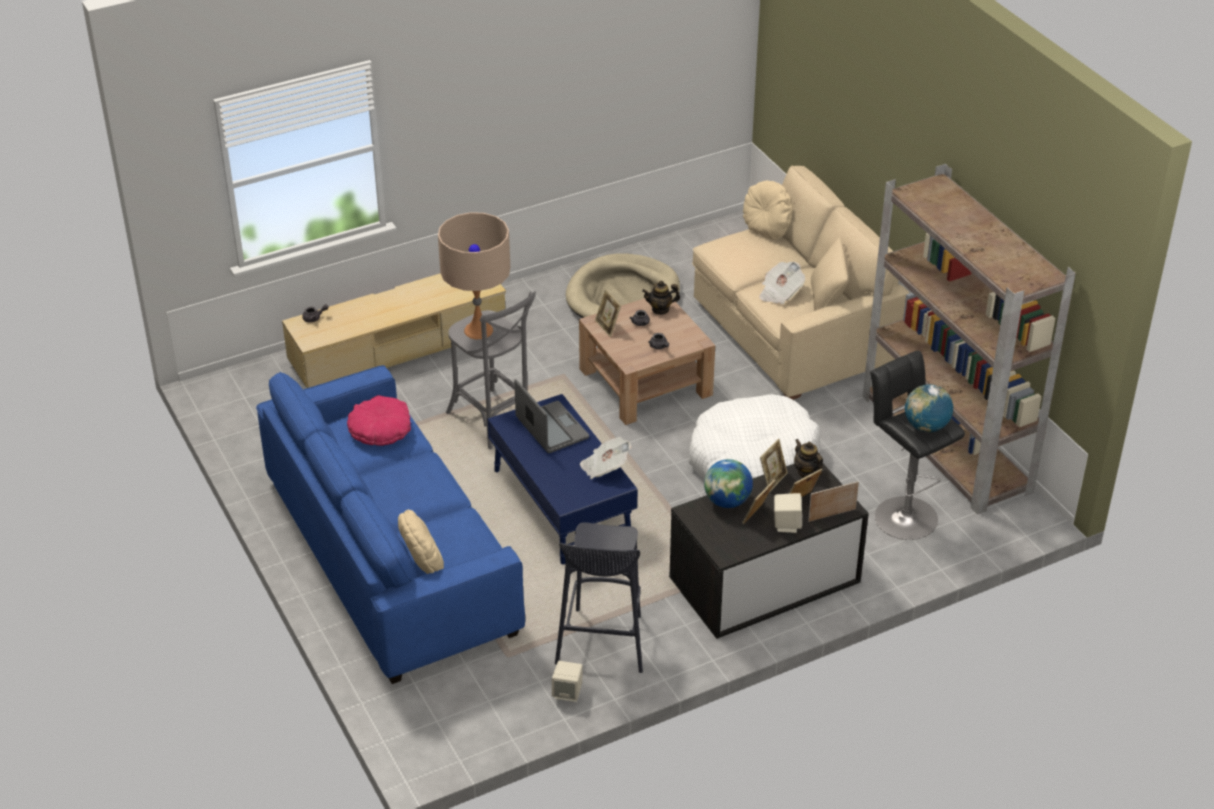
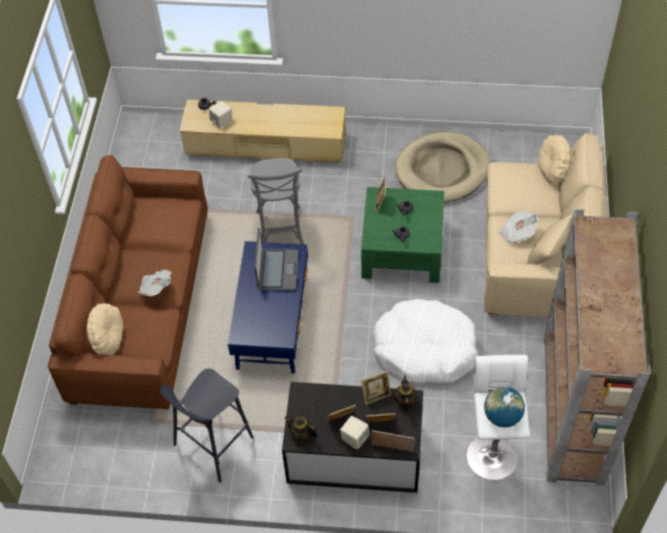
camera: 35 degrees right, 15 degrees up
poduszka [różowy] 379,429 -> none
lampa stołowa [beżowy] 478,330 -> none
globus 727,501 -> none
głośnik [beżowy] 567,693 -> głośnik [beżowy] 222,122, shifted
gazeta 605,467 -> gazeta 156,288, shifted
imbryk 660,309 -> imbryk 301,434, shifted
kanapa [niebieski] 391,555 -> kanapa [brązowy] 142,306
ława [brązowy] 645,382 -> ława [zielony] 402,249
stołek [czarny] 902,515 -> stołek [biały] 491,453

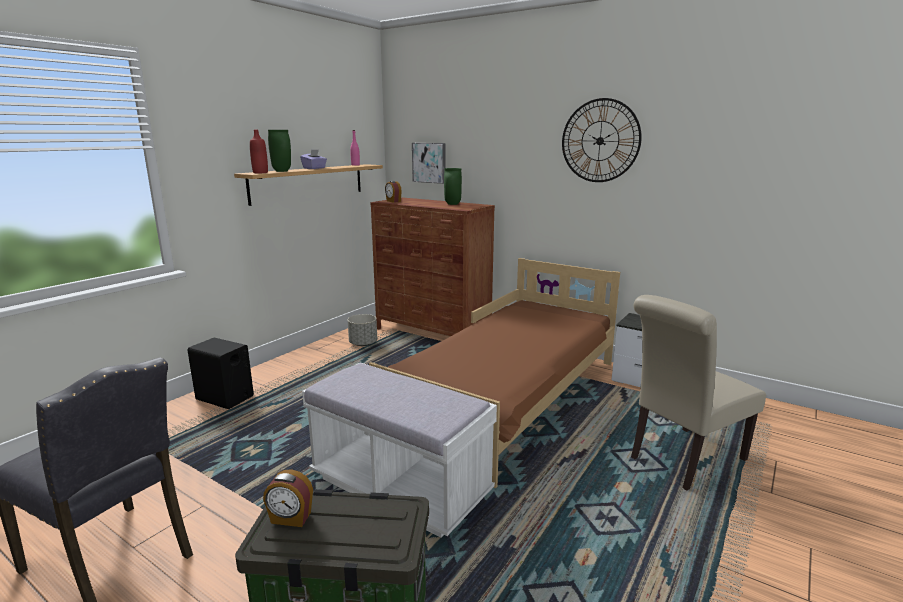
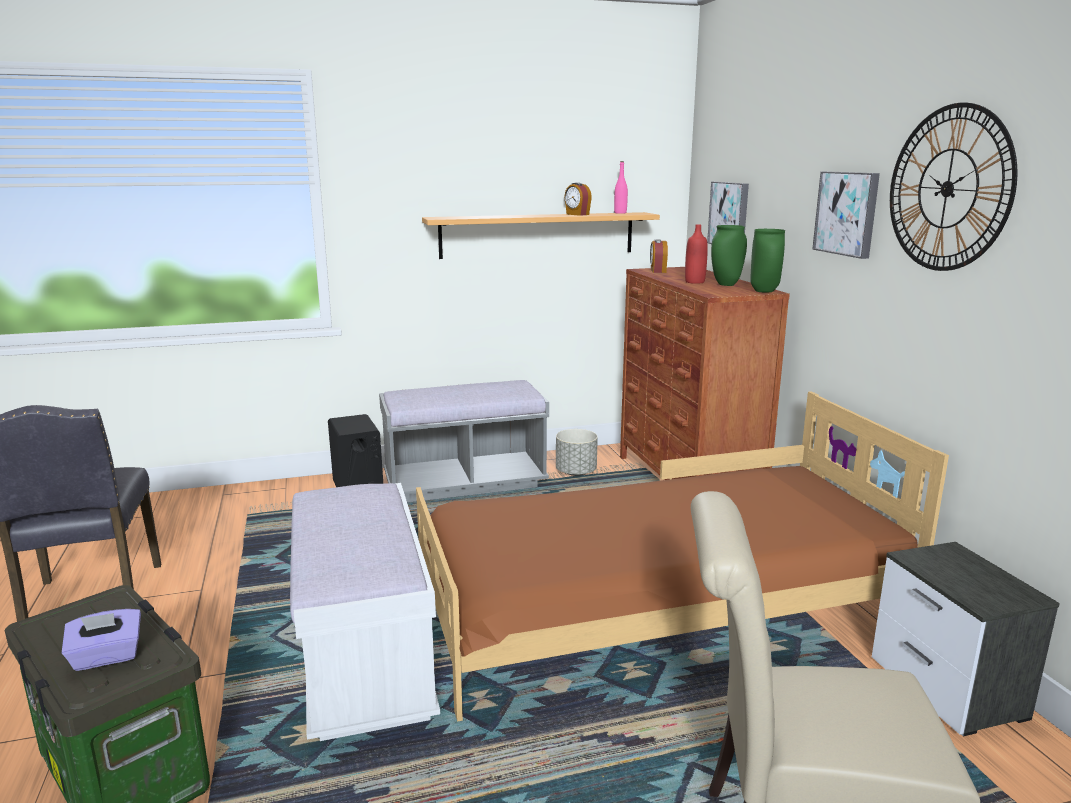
camera: 40 degrees right, 0 degrees up
none -> ławka [szary] 465,483
none -> obraz 847,213
butelka [czerwony] 260,172 -> butelka [czerwony] 694,282, shifted
budzik 290,518 -> budzik 577,214, shifted
wazon [zielony] 281,171 -> wazon [zielony] 763,291, shifted
pudełko chusteczek [fioletowy] 314,168 -> pudełko chusteczek [fioletowy] 107,657, shifted

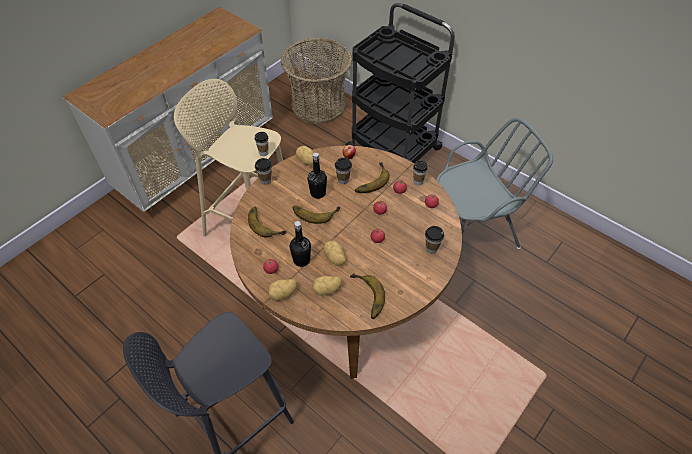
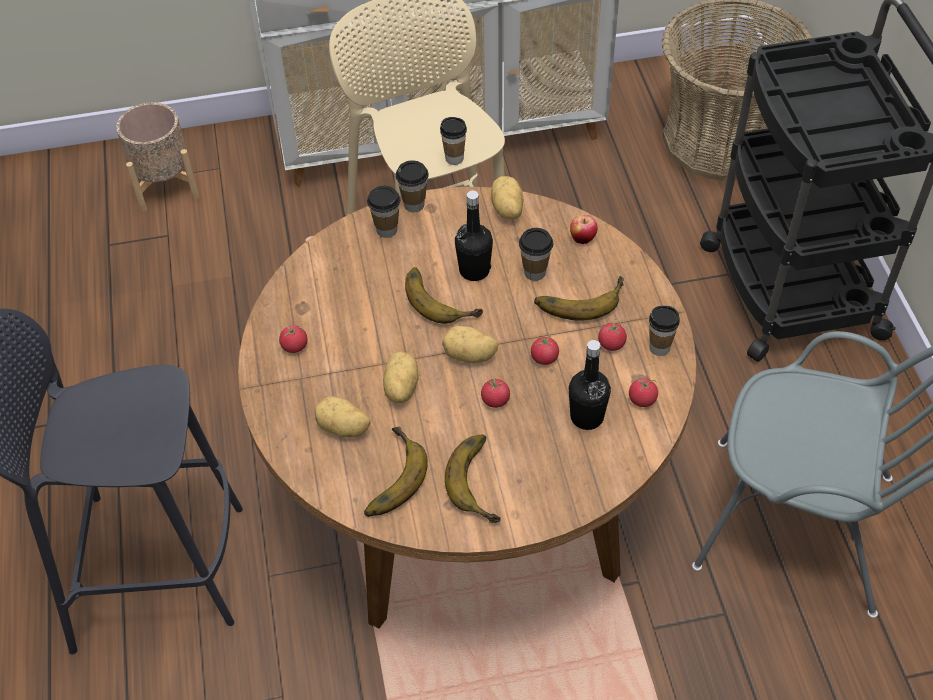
camera: 40 degrees right, 0 degrees up
none -> donica [beżowy] 165,185
banan 267,223 -> banan 483,480, shifted
ziemniak 283,294 -> ziemniak 469,356, shifted
butelka [czarny] 301,260 -> butelka [czarny] 587,417, shifted
filiżanka 431,248 -> filiżanka 386,230, shifted

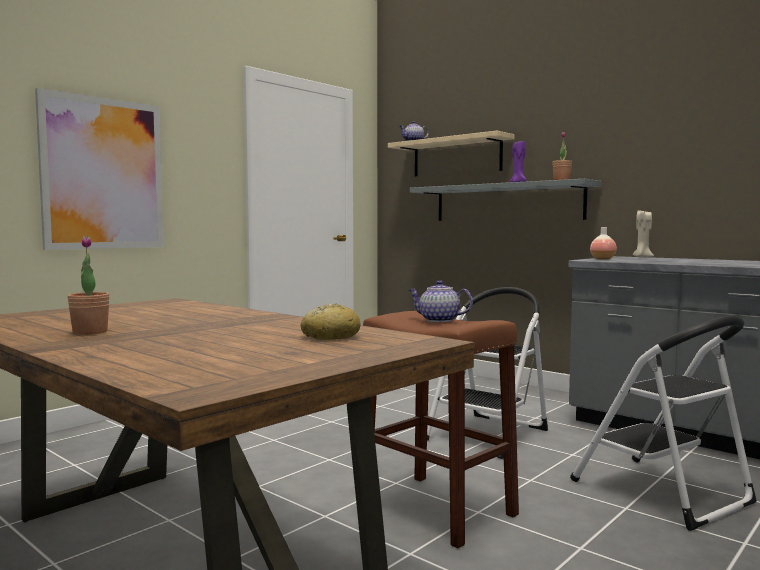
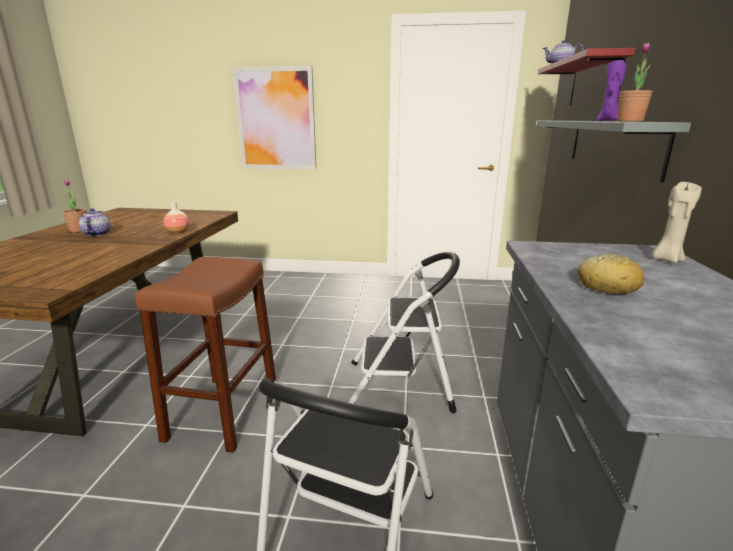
camera: 55 degrees right, 15 degrees up
chleb 330,336 -> chleb 606,286, shifted
imbryk 438,320 -> imbryk 96,234, shifted
wazon 602,259 -> wazon 178,232, shifted
półka [beżowy] 456,157 -> półka [czerwony] 594,81

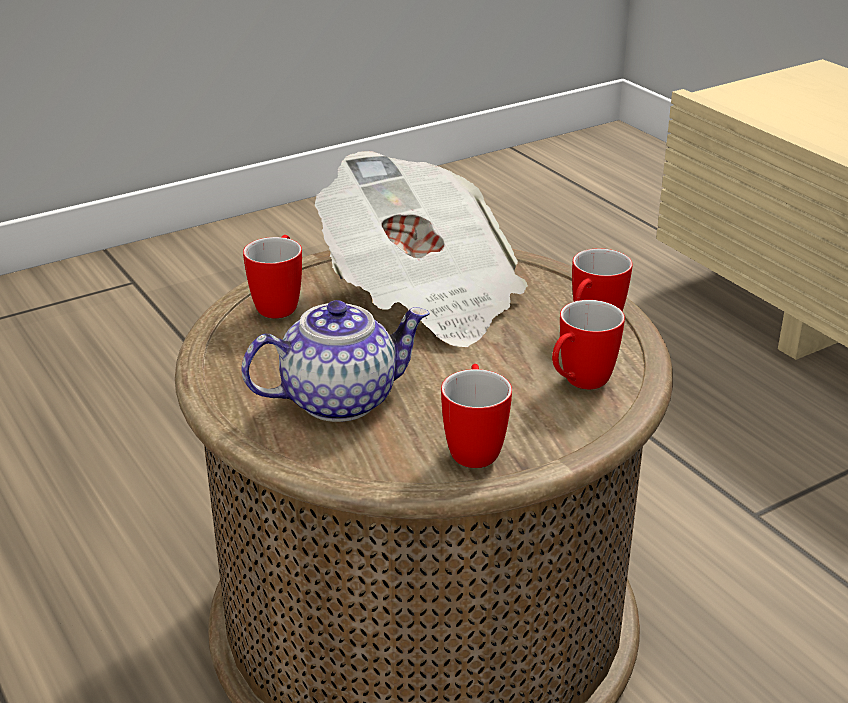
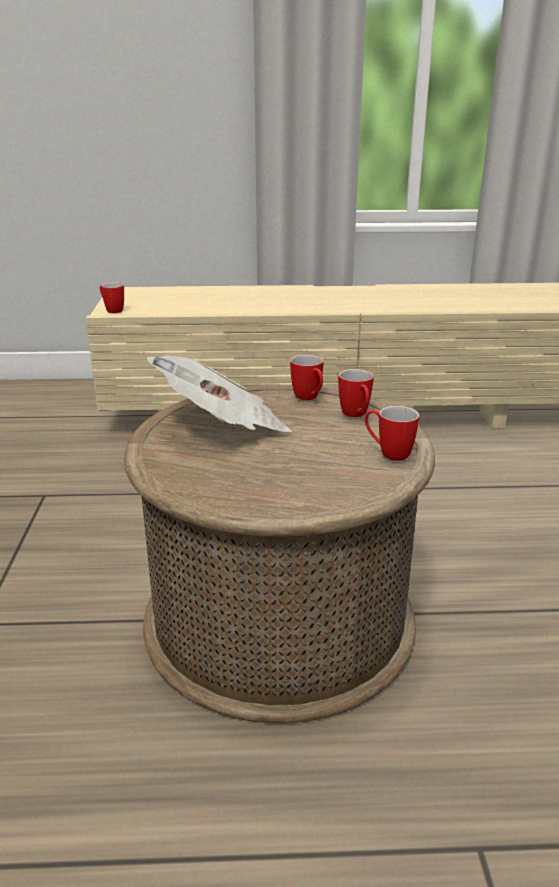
camera: 60 degrees left, 5 degrees down
imbryk 340,399 -> none
kubek 280,303 -> kubek 112,310, shifted

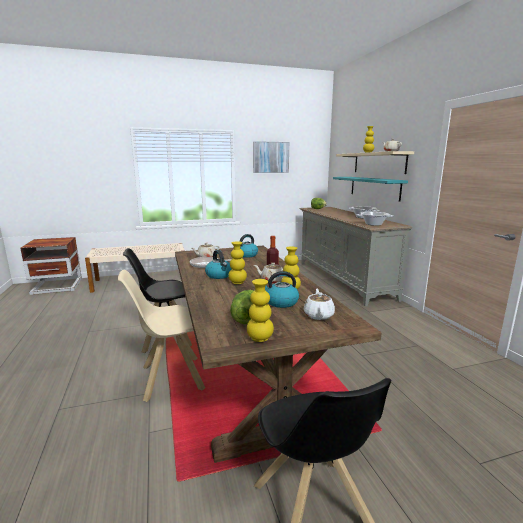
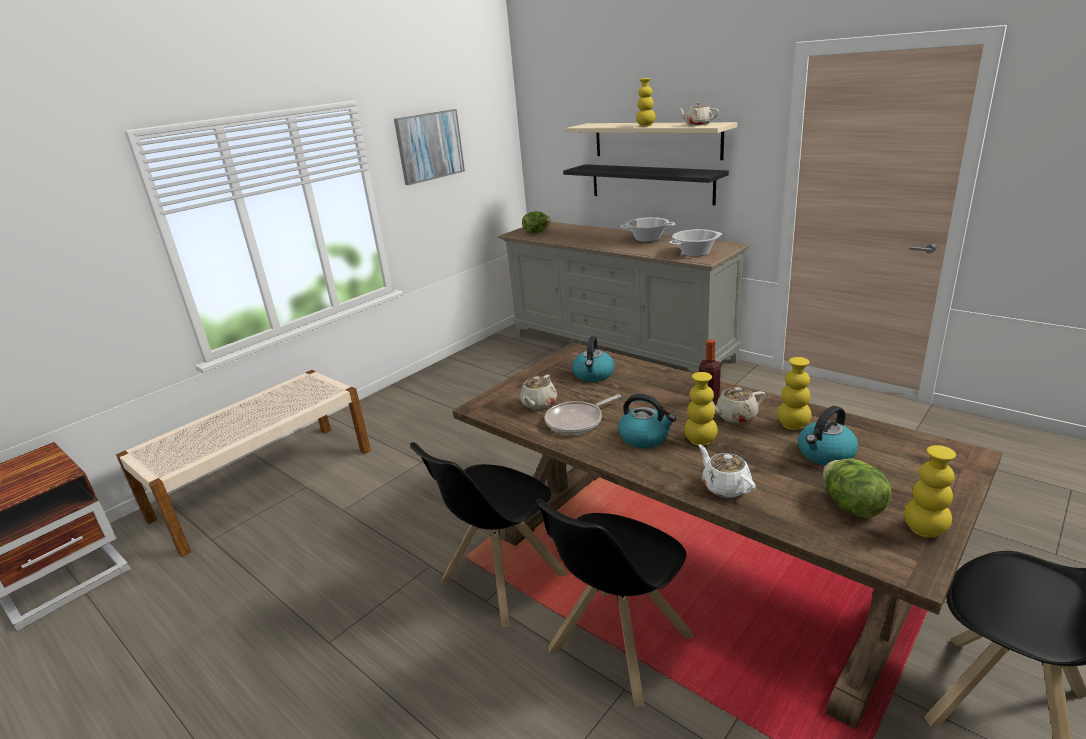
camera: 30 degrees left, 10 degrees up
imbryk [biały] 318,315 -> imbryk [biały] 725,487, shifted
krzesło [beżowy] 170,378 -> krzesło [czarny] 617,645
półka [turkusowy] 374,187 -> półka [czarny] 651,183

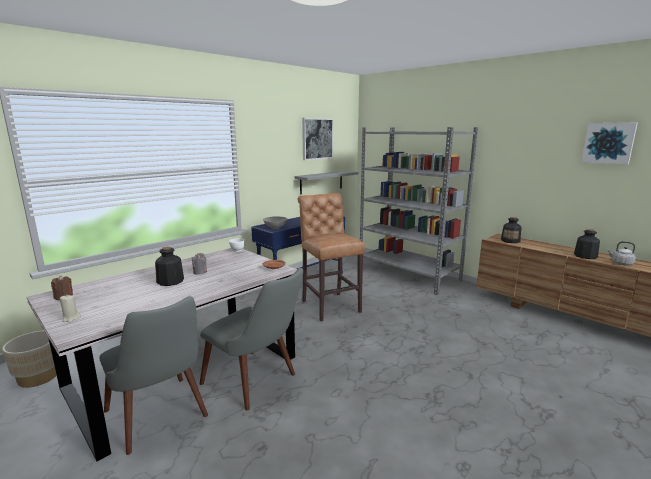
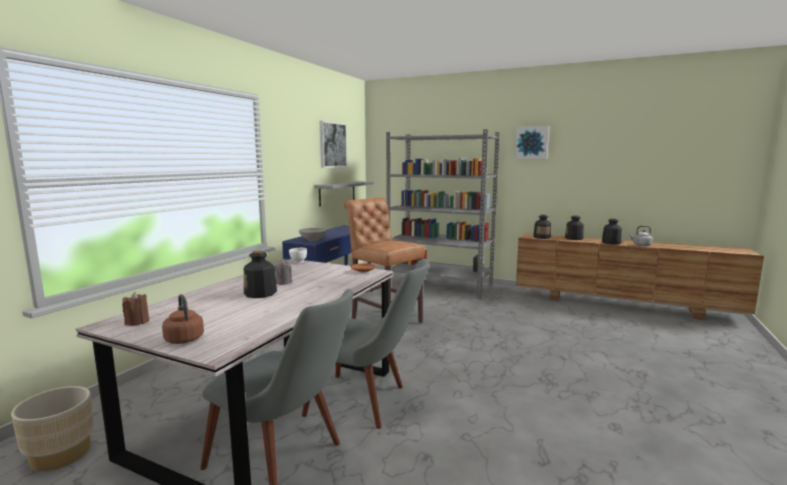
camera: 20 degrees left, 5 degrees down
none -> butelka 574,238
obraz 608,143 -> obraz 531,142, shifted
świeca [beżowy] 71,318 -> czajnik [brązowy] 184,339

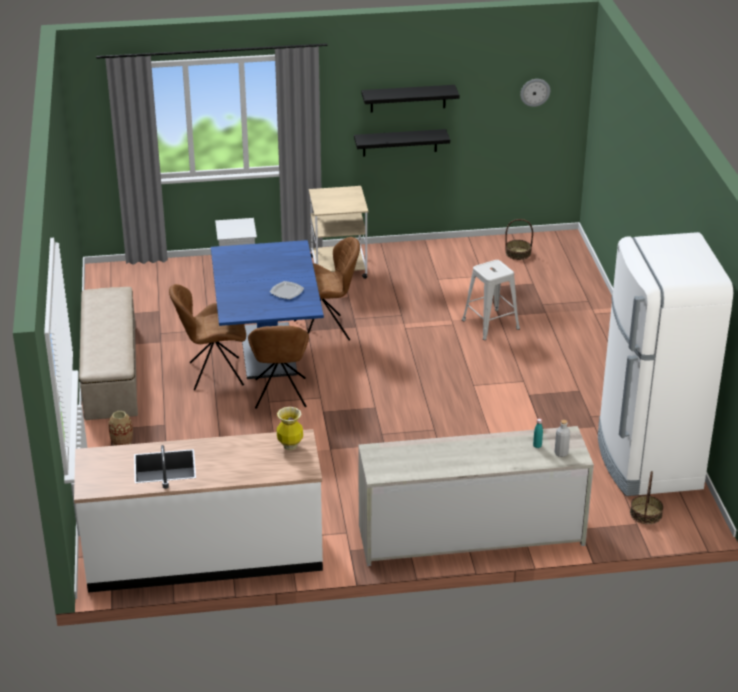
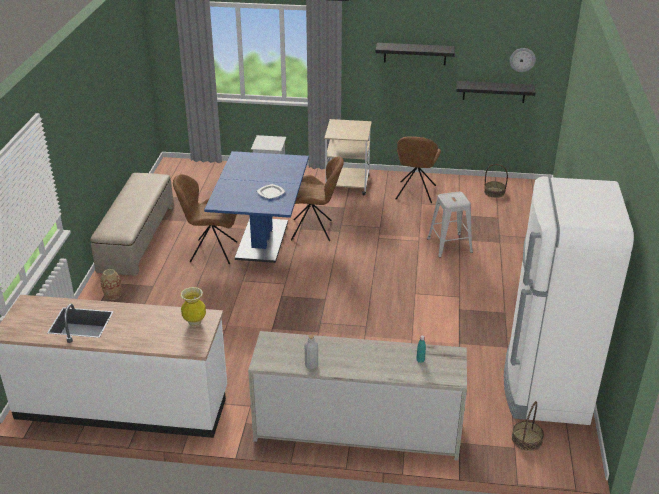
camera: 15 degrees right, 0 degrees up
krzesło [brązowy] 280,395 -> krzesło [brązowy] 415,193, shifted
półka [czarny] 400,142 -> półka [czarny] 494,91, shifted
butelka [szary] 561,453 -> butelka [szary] 311,365, shifted

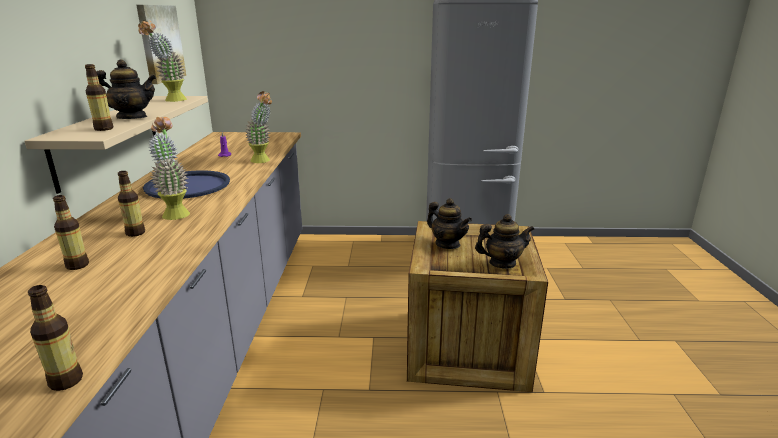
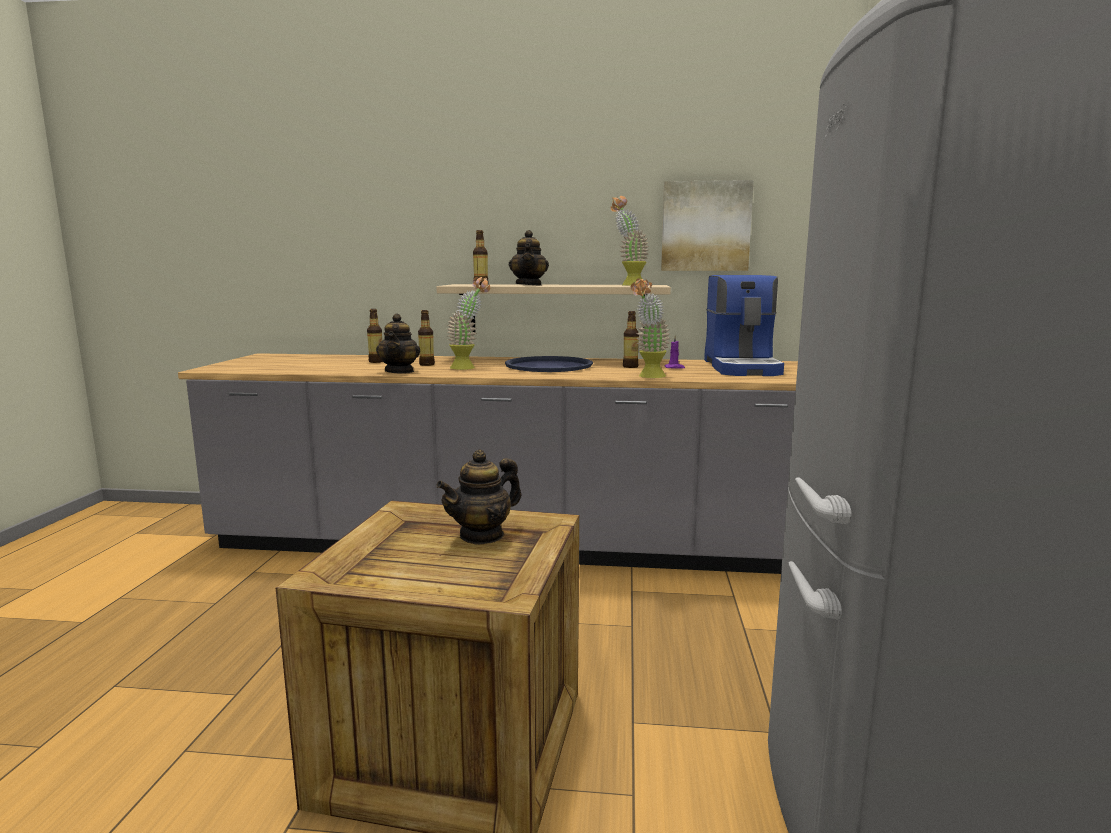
camera: 95 degrees right, 10 degrees down
none -> ekspres do kawy 743,367
butelka 66,381 -> butelka 630,367, shifted
imbryk 502,263 -> imbryk 400,371, shifted

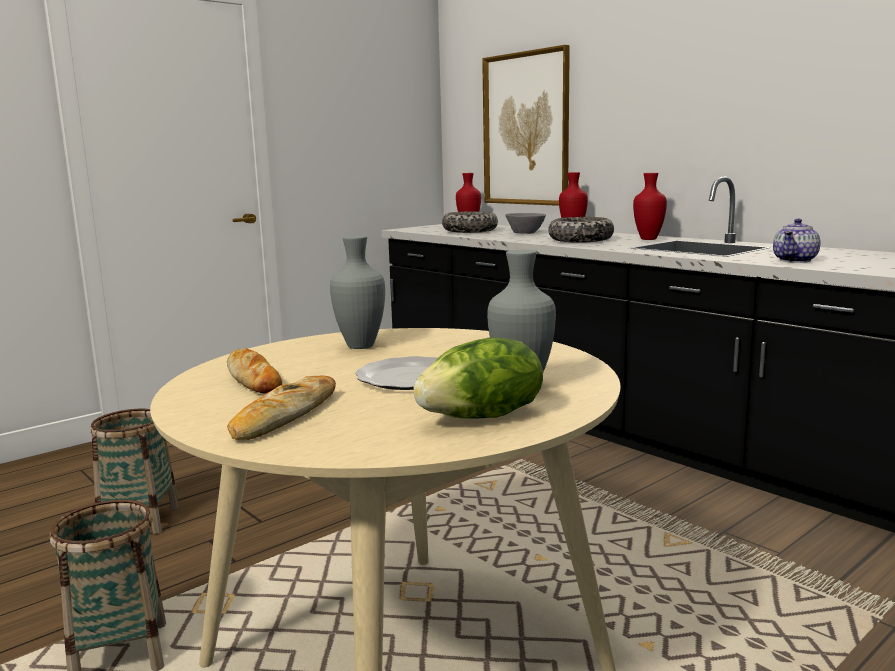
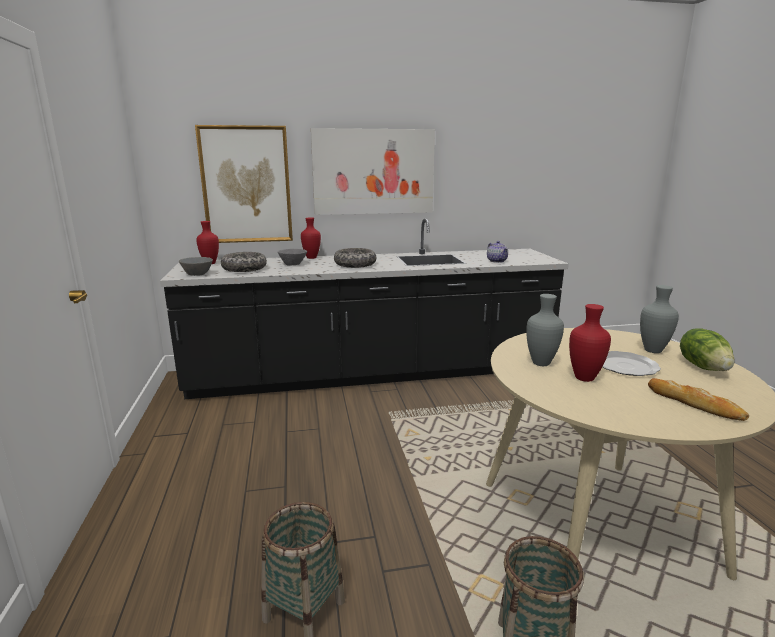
camera: 60 degrees left, 5 degrees up
chleb 253,379 -> none
none -> miska [szary] 198,274
none -> obraz 373,172
wazon [czerwony] 649,239 -> wazon [czerwony] 584,378, shifted

